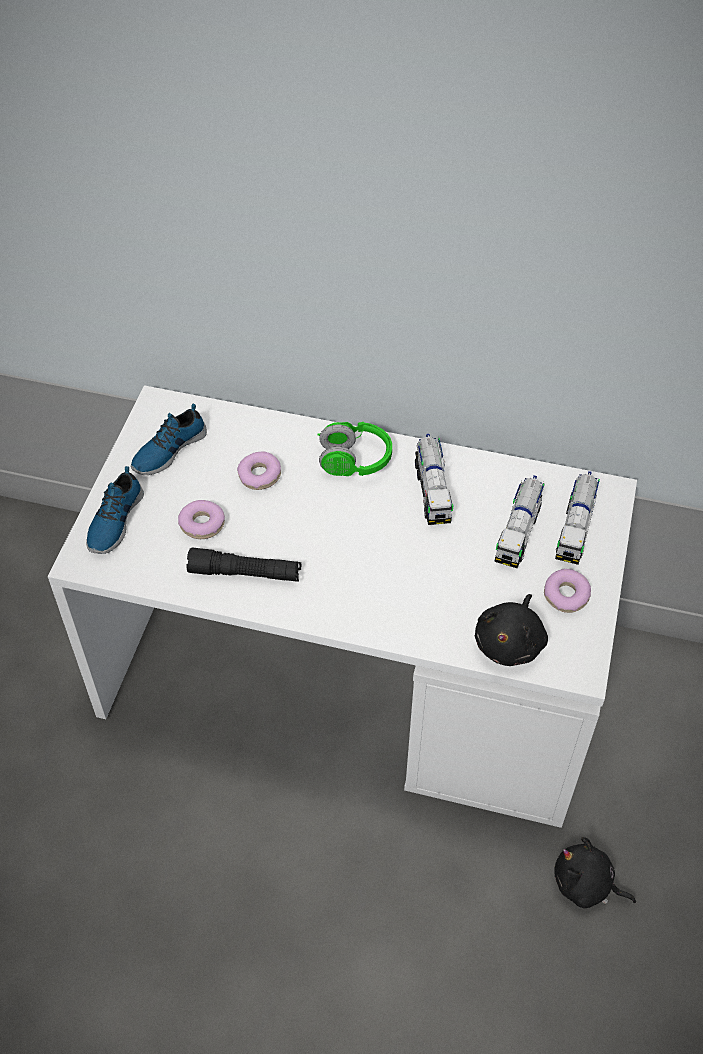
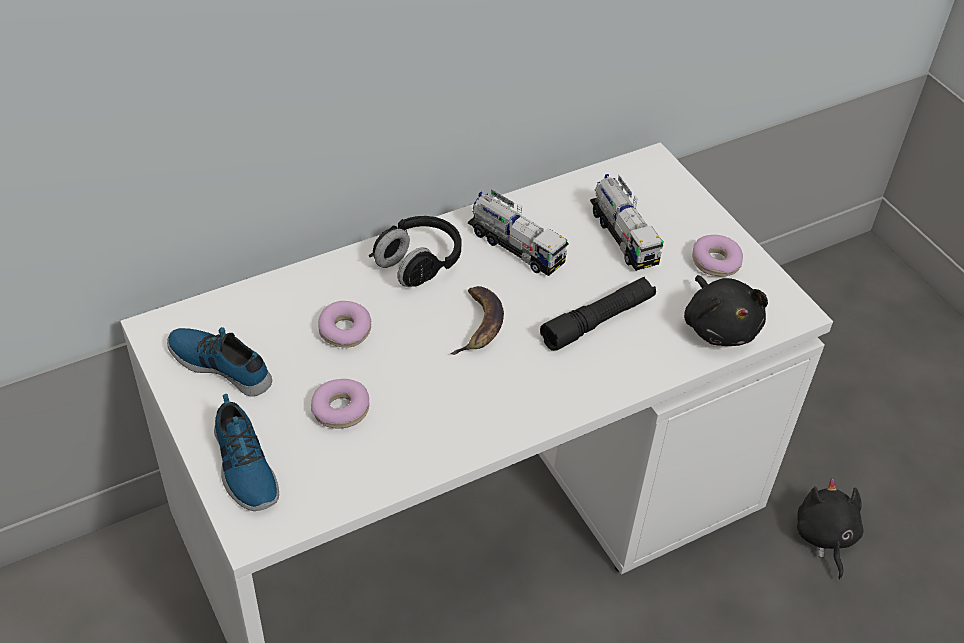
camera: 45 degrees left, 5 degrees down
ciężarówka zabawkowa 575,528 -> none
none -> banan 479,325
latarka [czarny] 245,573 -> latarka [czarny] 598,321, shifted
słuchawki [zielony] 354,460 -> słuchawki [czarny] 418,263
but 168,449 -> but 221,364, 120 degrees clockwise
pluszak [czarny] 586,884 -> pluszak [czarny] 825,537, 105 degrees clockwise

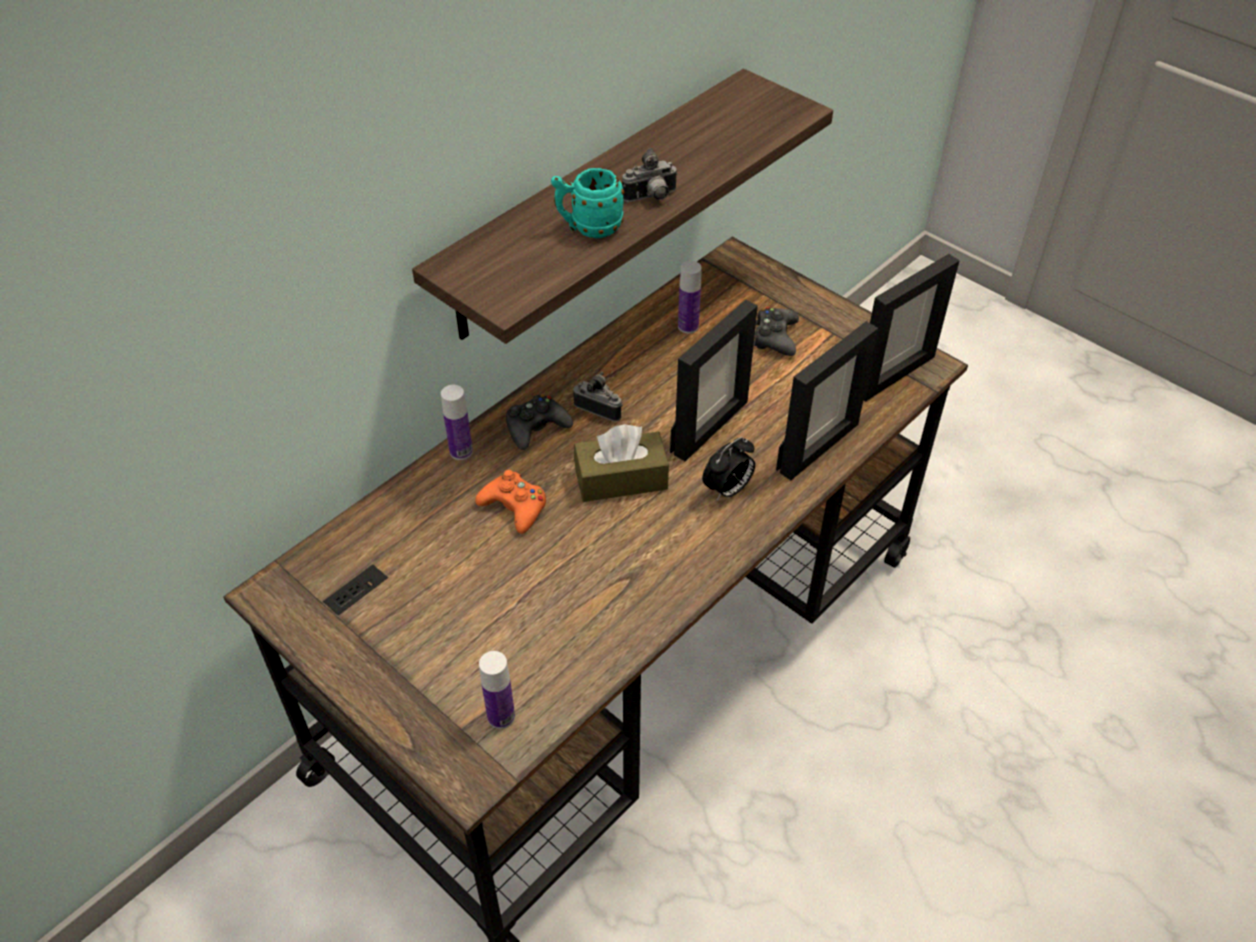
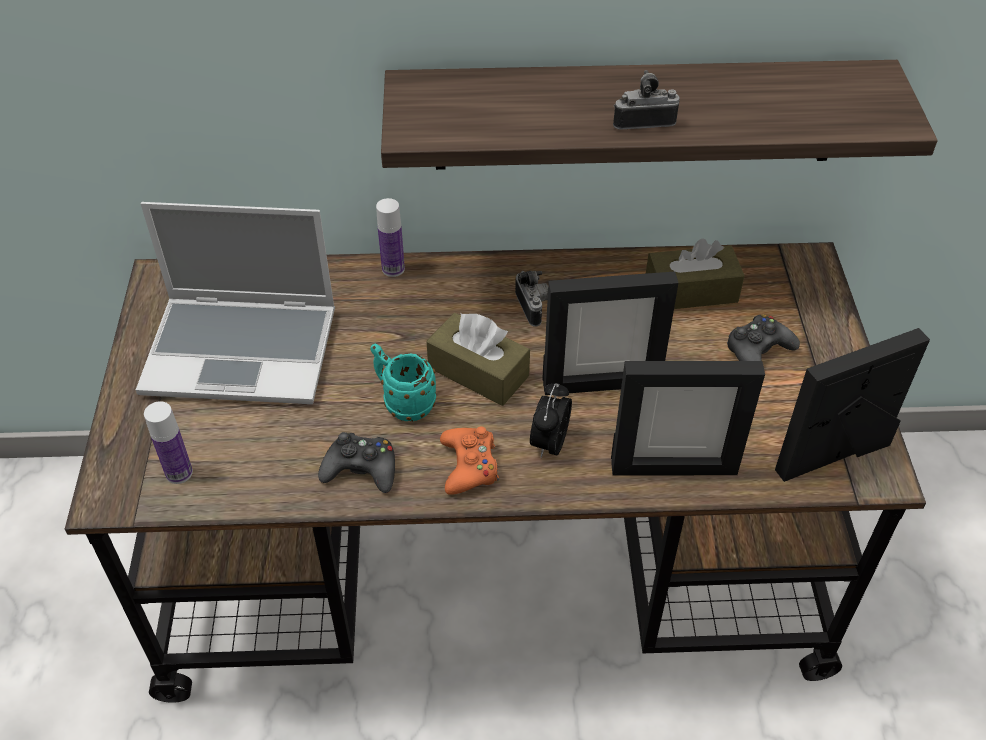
camera: 45 degrees right, 0 degrees up
none -> laptop 244,351
pad do gier [pomarańczowy] 514,507 -> pad do gier [pomarańczowy] 469,466, shifted
pad do gier [czarny] 536,427 -> pad do gier [czarny] 361,469, shifted
kubek [turkusowy] 588,228 -> kubek [turkusowy] 403,402, shifted
butelka 688,326 -> pudełko chusteczek [brązowy] 691,291
aparat fotograficzny 651,198 -> aparat fotograficzny 643,121, 150 degrees clockwise
budzik 727,490 -> budzik 549,443, 105 degrees clockwise
ramka na zdjęcie 893,374 -> ramka na zdjęcie 832,457, 150 degrees clockwise

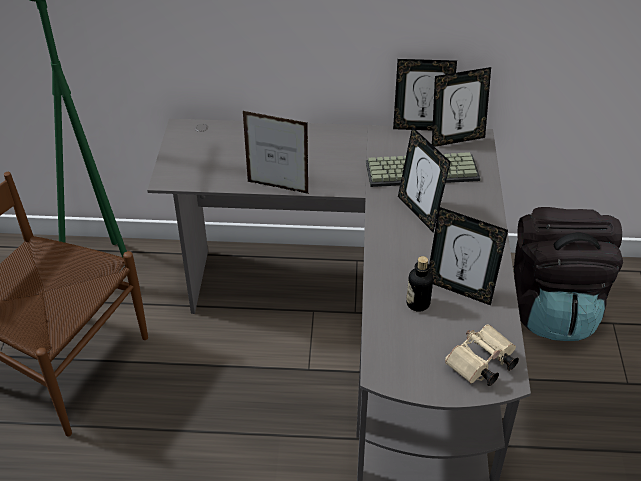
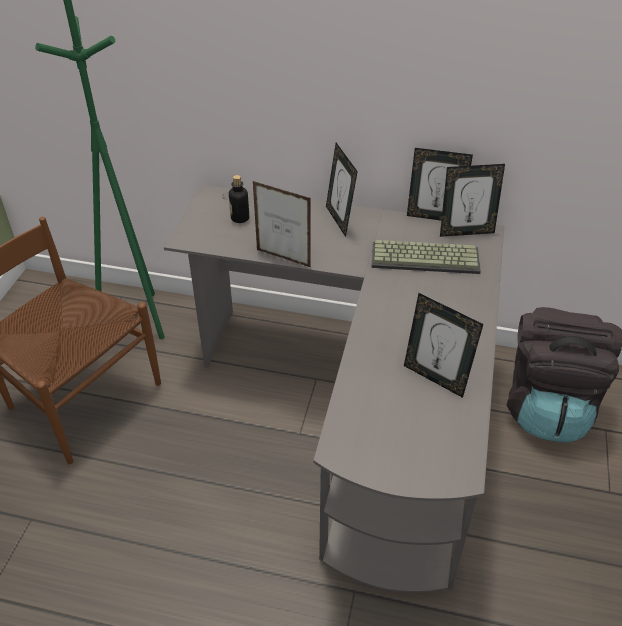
camera: 10 degrees right, 0 degrees up
lornetka [beżowy] 480,365 -> none
ramka na zdjęcie 419,212 -> ramka na zdjęcie 339,220, shifted
butelka 418,303 -> butelka 240,218, shifted

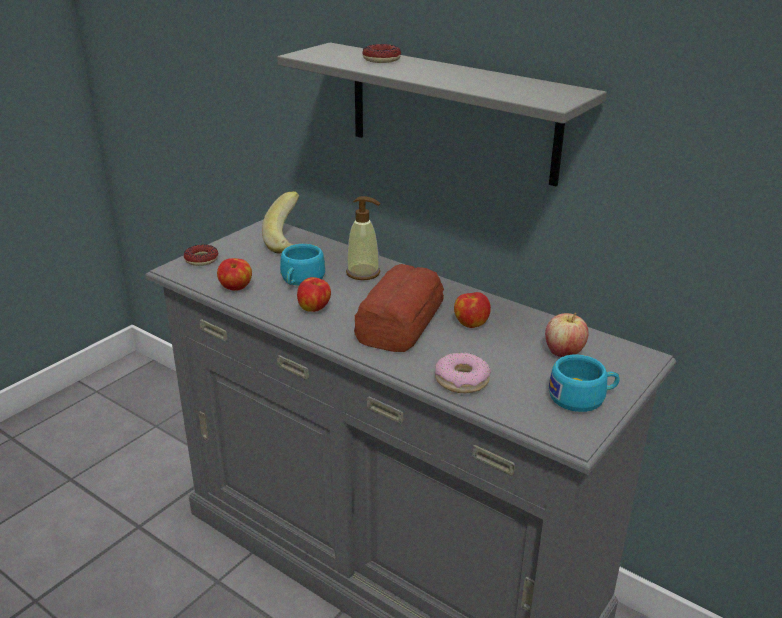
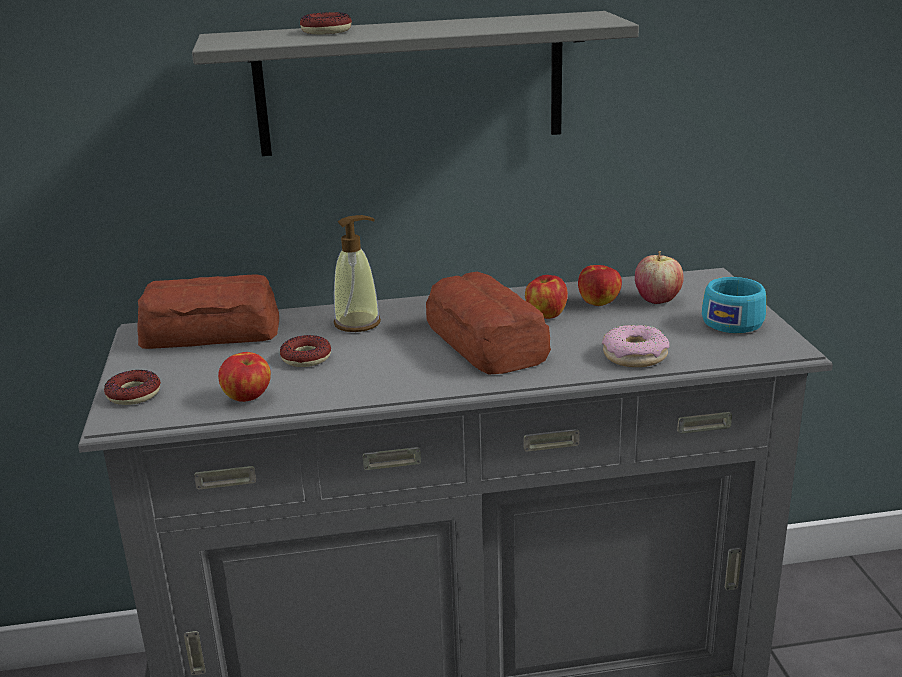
camera: 45 degrees left, 5 degrees down
jabłko 314,308 -> jabłko 599,302, shifted
banan 291,242 -> chleb 212,332
filiżanka [turkusowy] 300,280 -> donut 306,357

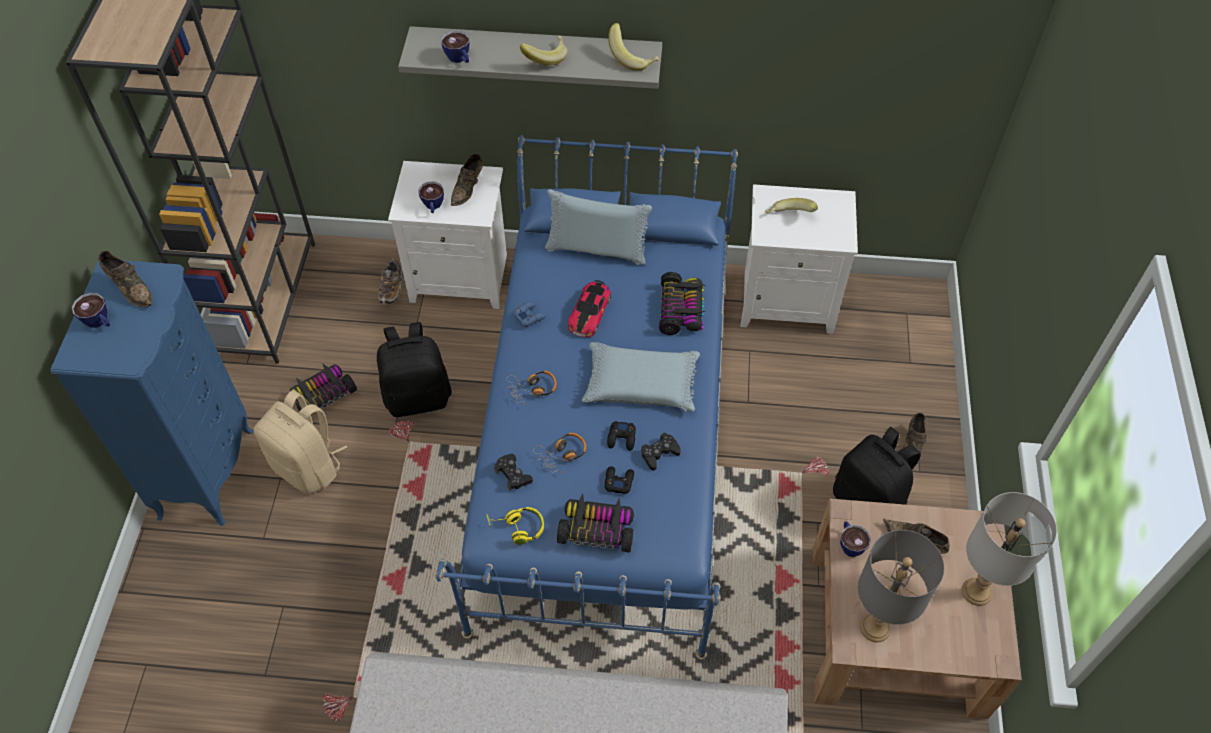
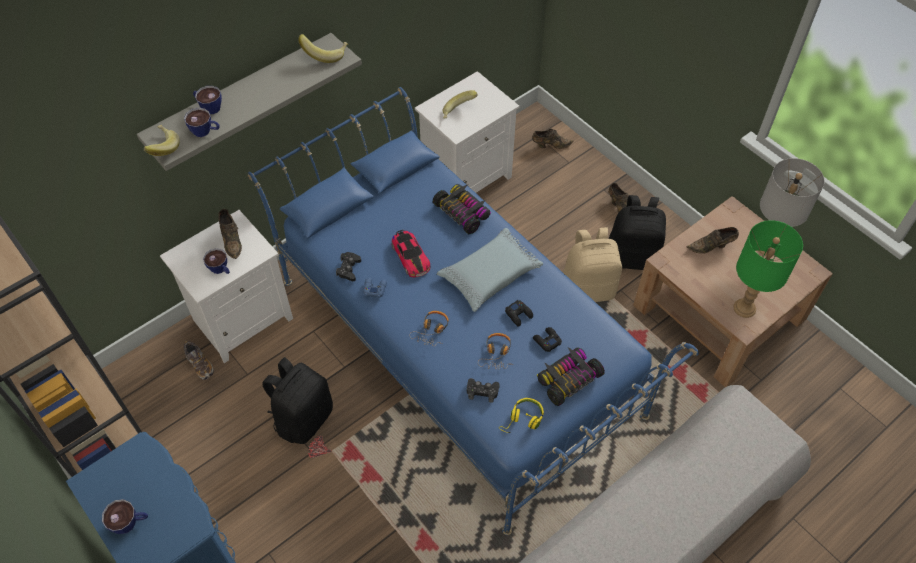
camera: 45 degrees left, 0 degrees up
samochodzik 323,394 -> none
poduszka [niebieski] 597,249 -> none
but [brązowy] 130,288 -> but [brązowy] 550,145, shifted
plecak [beżowy] 308,466 -> plecak [beżowy] 588,288, shifted
banan 545,58 -> banan 162,149, shifted
pad do gier [czarny] 659,453 -> pad do gier [czarny] 348,269, shifted
filiżanka 850,544 -> filiżanka 208,107, shifted
lampa stołowa [szary] 874,628 -> lampa stołowa [zielony] 744,308

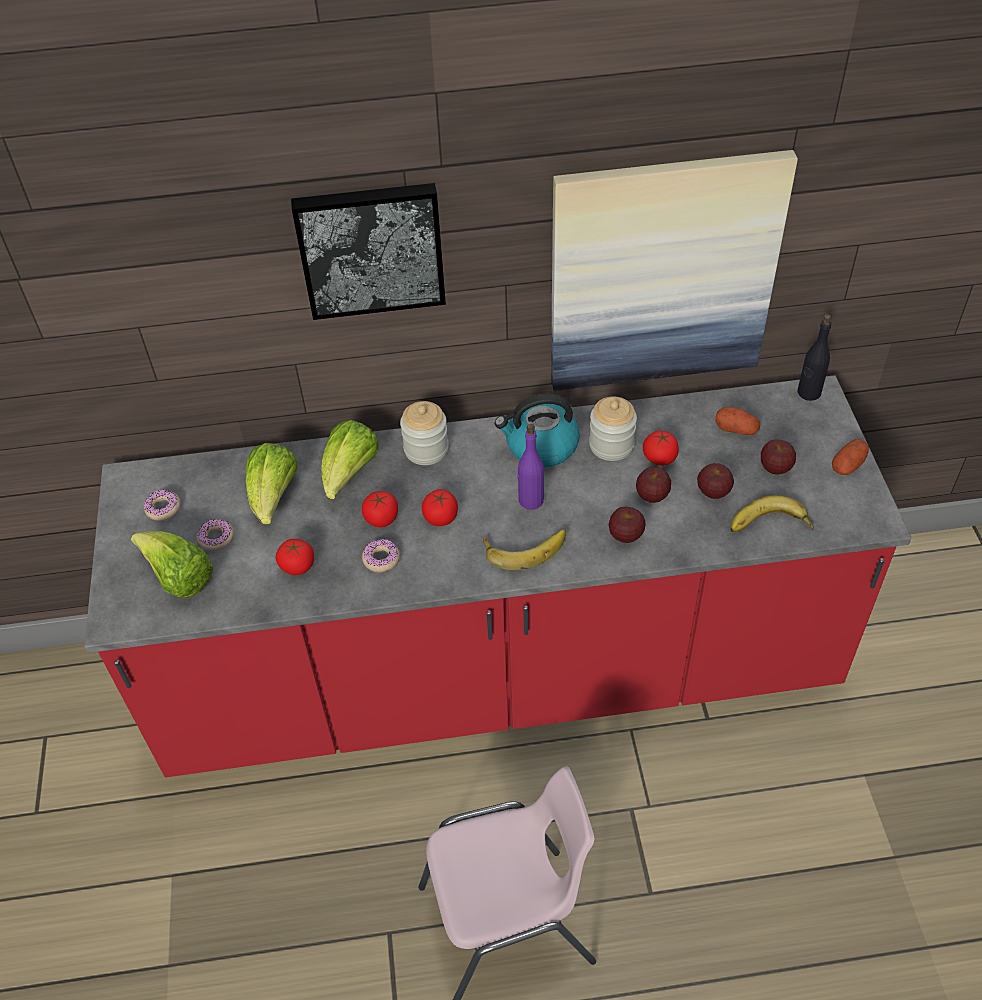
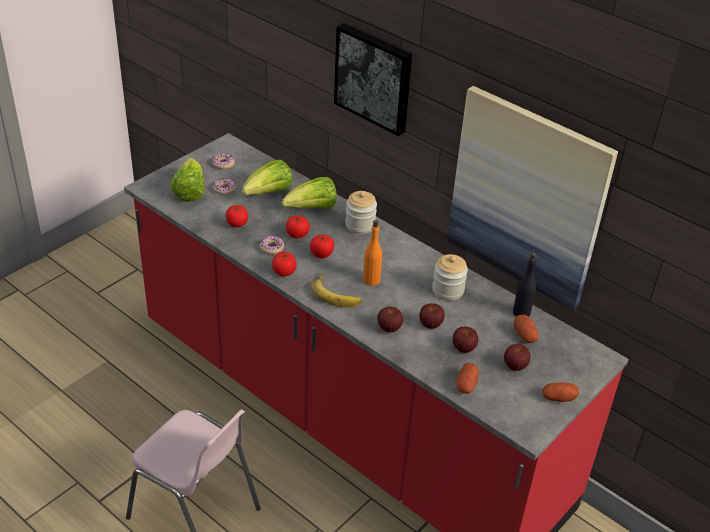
camera: 45 degrees right, 10 degrees down
czajnik 540,447 -> none
pomidor 659,458 -> pomidor 284,272, shifted
butelka [czarny] 808,393 -> butelka [czarny] 521,312, shifted
banan 770,526 -> ziemniak 466,385
butelka [fioletowy] 530,500 -> butelka [pomarańczowy] 371,280

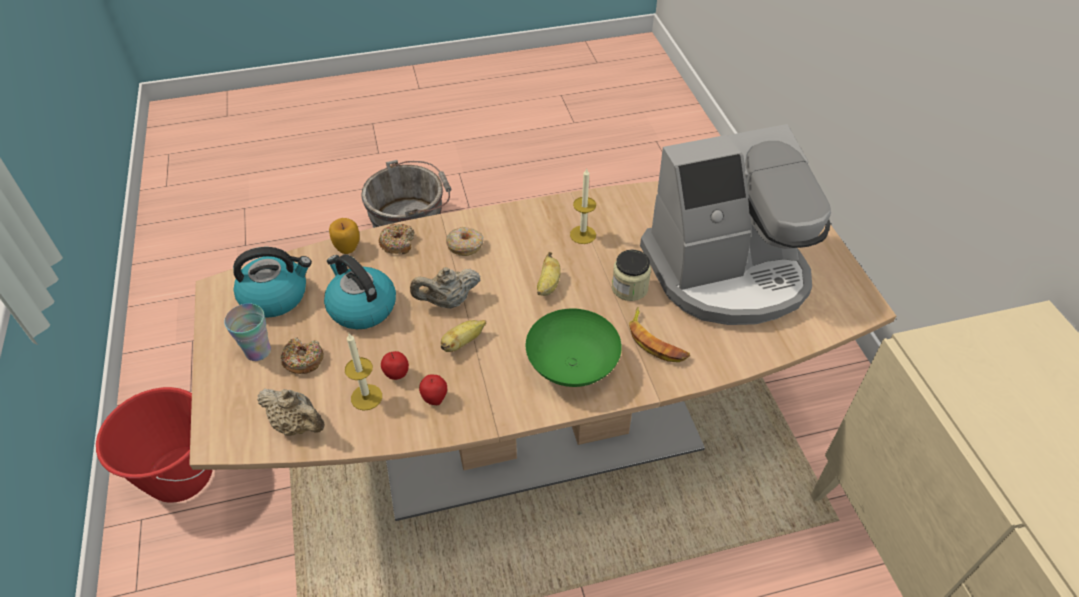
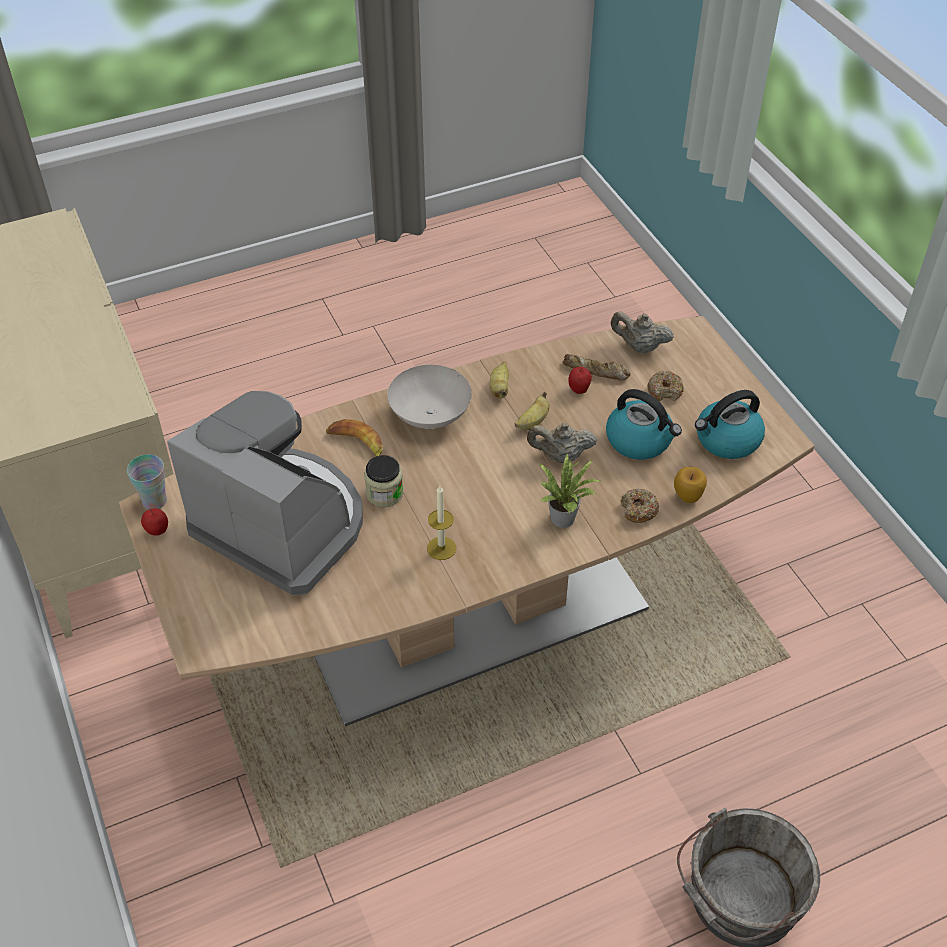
camera: 170 degrees right, 0 degrees up
wiadro [czerwony] 180,475 -> none
filiżanka 258,351 -> filiżanka 154,501, shifted
jabłko 435,399 -> jabłko 157,532, shifted
banan 548,285 -> banan 499,389, shifted
świeca 366,397 -> chleb 596,371
donut 465,245 -> roślina doniczkowa 565,517
miska [zielony] 570,366 -> miska [biały] 431,415
imbryk [beżowy] 448,302 -> imbryk [beżowy] 560,456, 150 degrees counterclockwise
ekspres do kawy 727,272 -> ekspres do kawy 282,524, 60 degrees clockwise

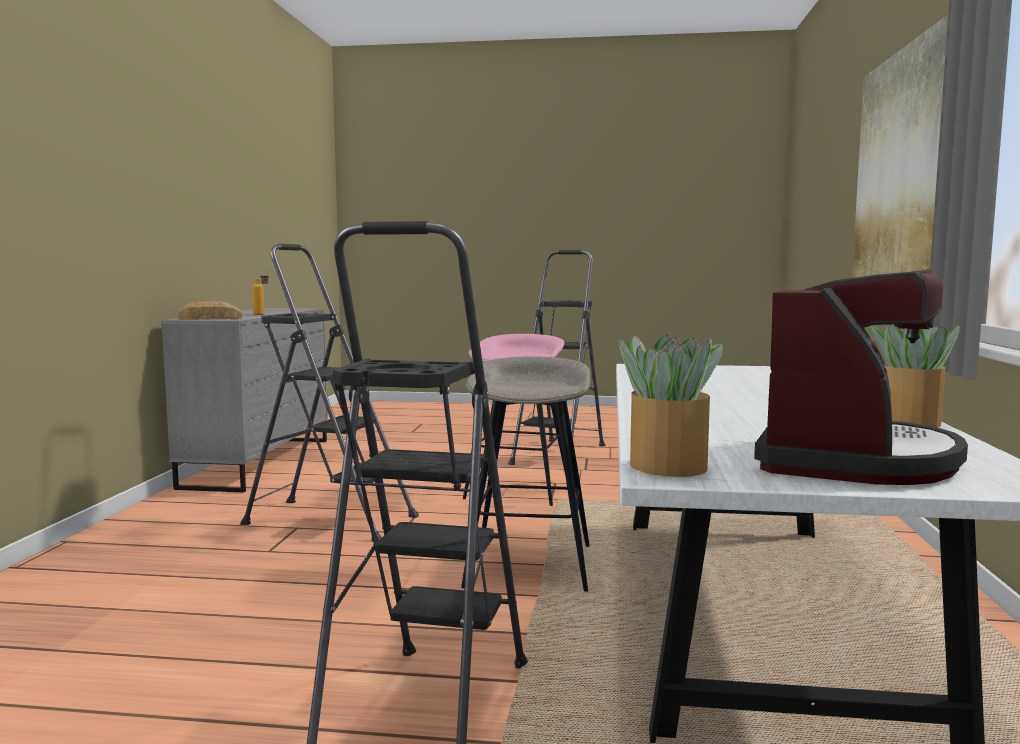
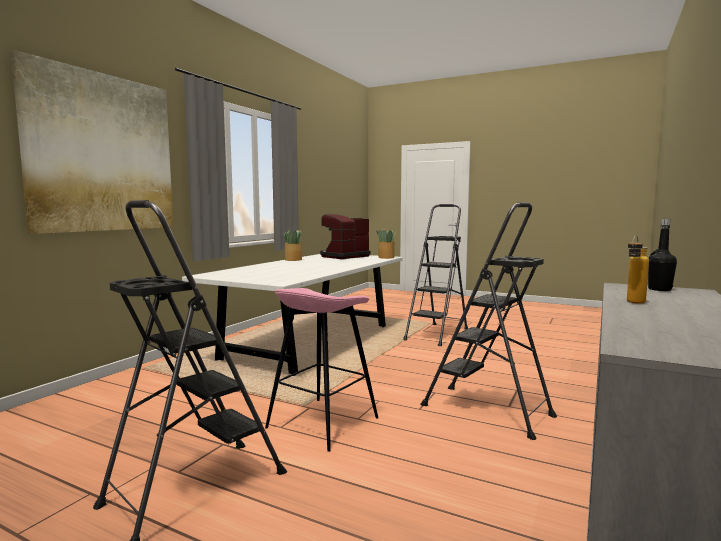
camera: 160 degrees left, 0 degrees up
stołek [szary] 530,566 -> none
chleb 210,318 -> butelka [czarny] 659,289

